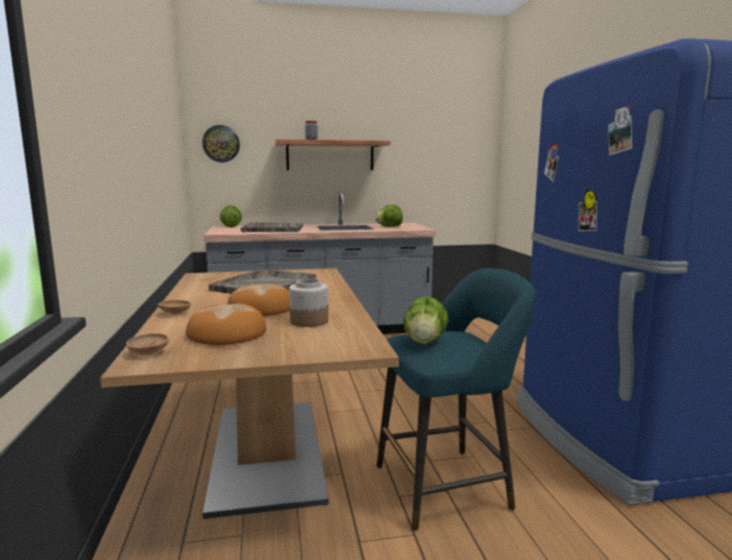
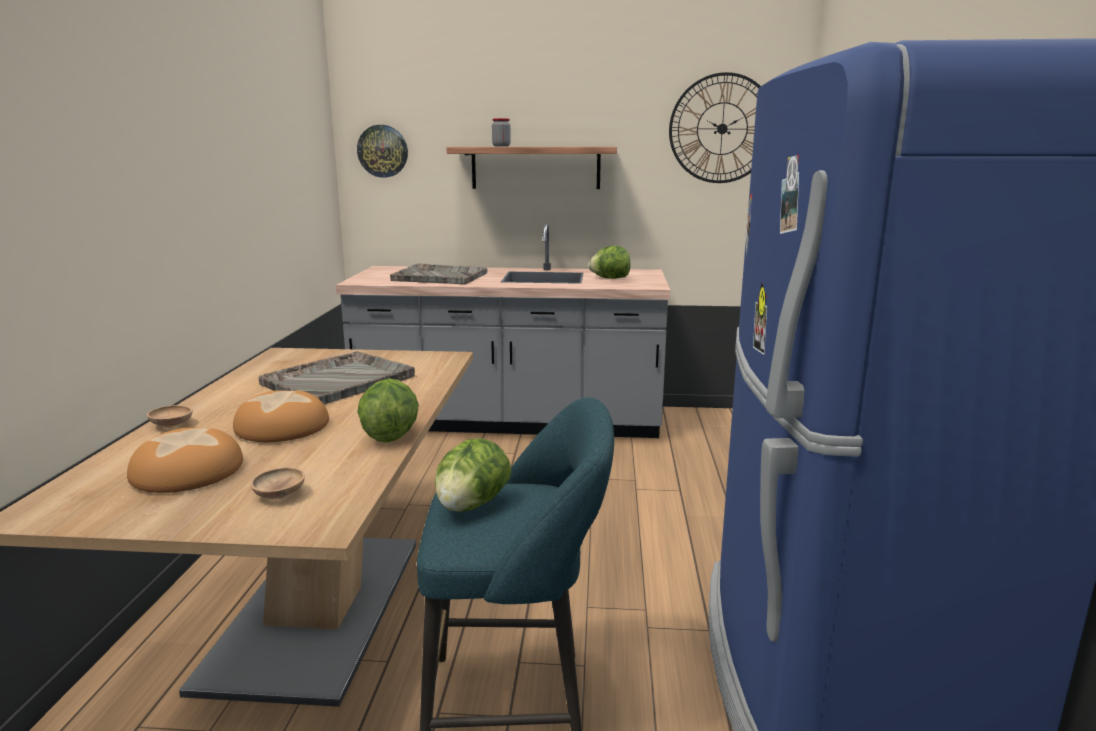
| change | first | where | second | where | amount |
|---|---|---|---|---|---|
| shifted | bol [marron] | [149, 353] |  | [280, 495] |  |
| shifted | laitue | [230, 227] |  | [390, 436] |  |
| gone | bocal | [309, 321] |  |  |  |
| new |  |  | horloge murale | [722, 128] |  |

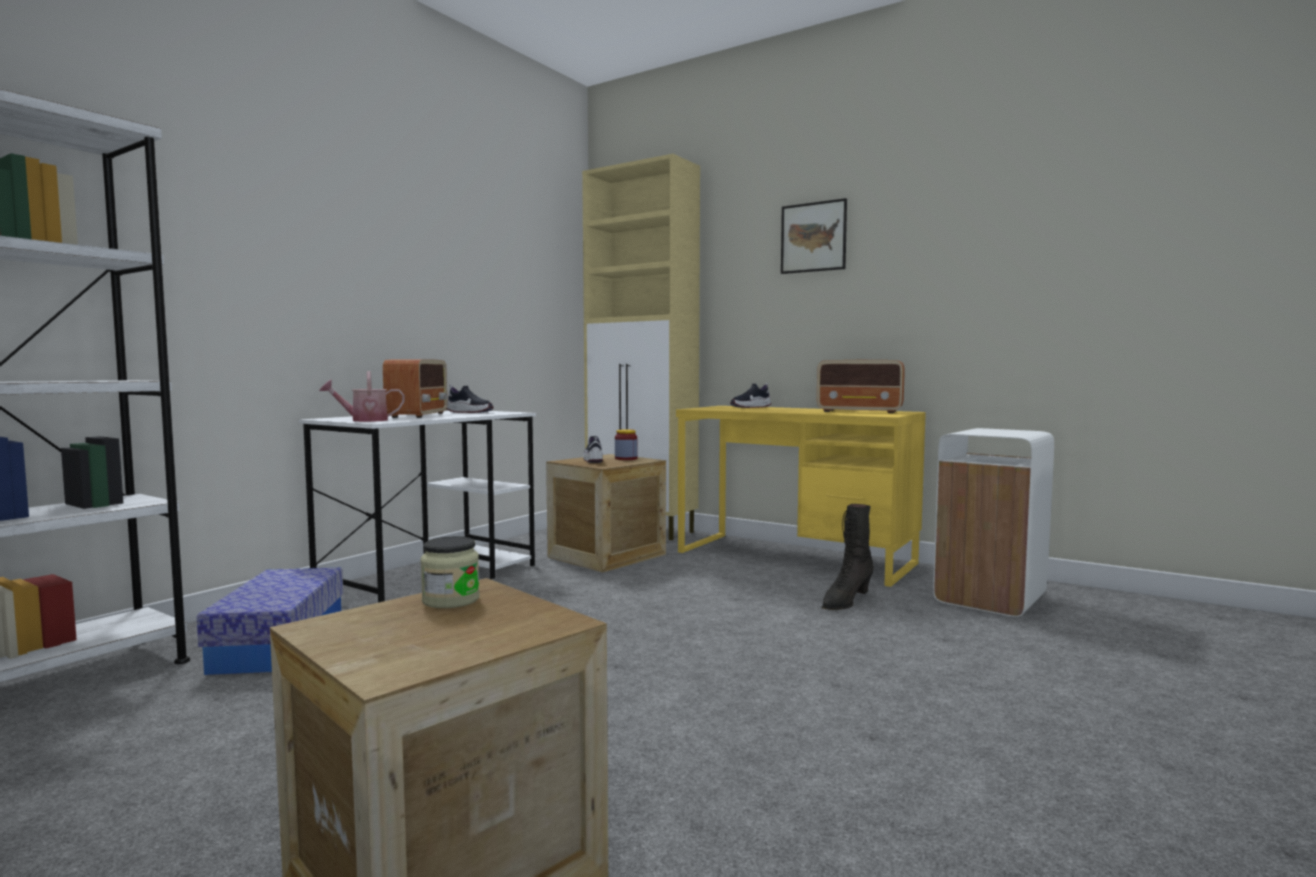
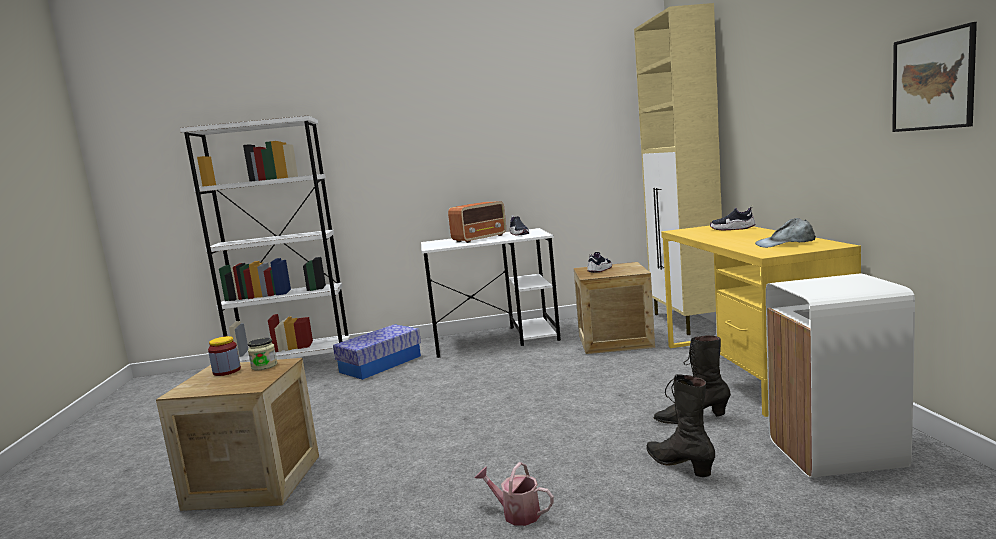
| change | first | where | second | where | amount |
|---|---|---|---|---|---|
| shifted | arrosoir | [364, 420] |  | [516, 513] |  |
| shifted | bocal | [626, 459] |  | [227, 371] |  |
| shifted | tableau | [813, 237] |  | [932, 81] |  |
| swapped | radio | [860, 411] | casquette [gris] | [785, 243] |  |
| new |  |  | botte [noir] | [679, 465] |  |

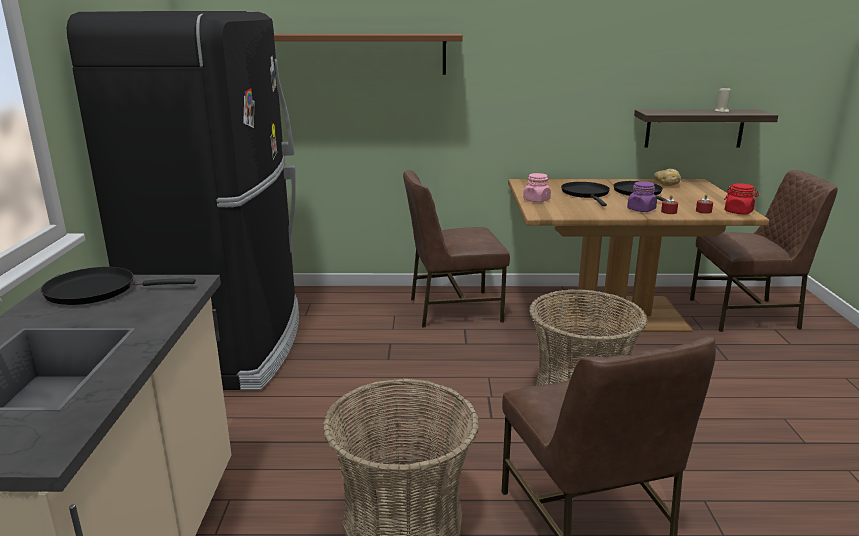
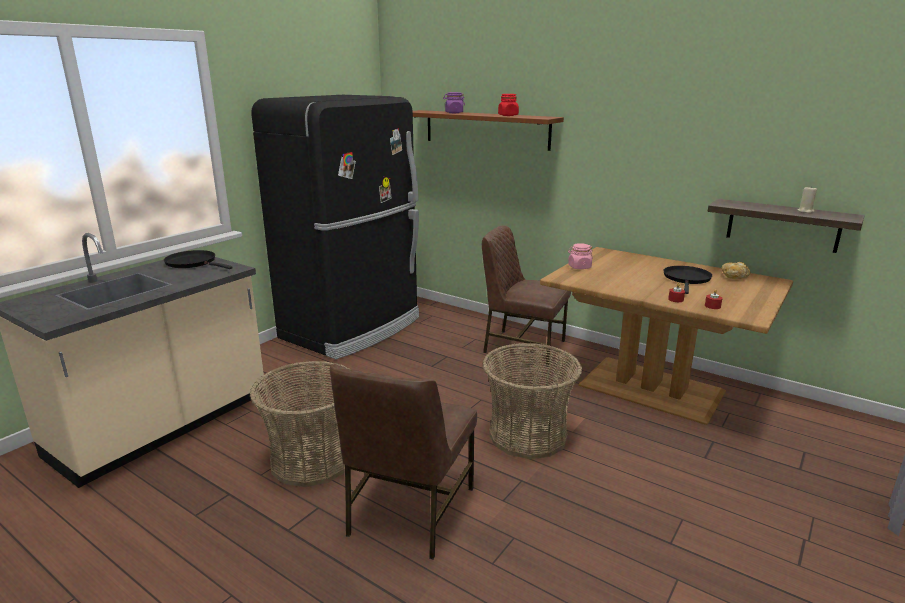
| change | first | where | second | where | amount |
|---|---|---|---|---|---|
| gone | poêle [noir] | [586, 194] |  |  |  |
| shifted | bocal [violet] | [641, 210] |  | [454, 113] |  |
| gone | chaise [marron] | [746, 314] |  |  |  |
| shifted | bocal [rouge] | [738, 212] |  | [508, 115] |  |

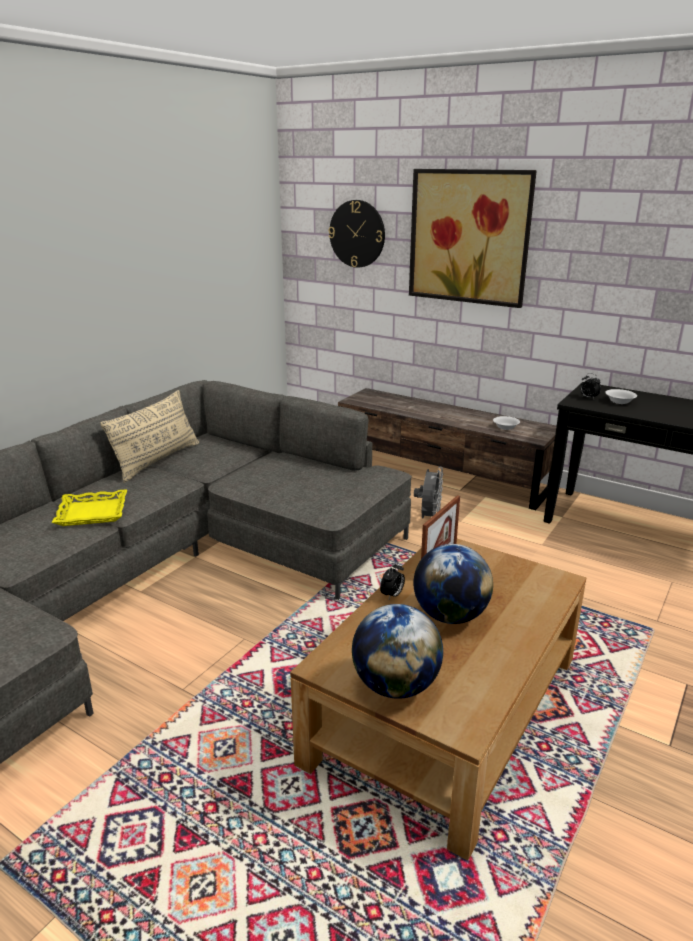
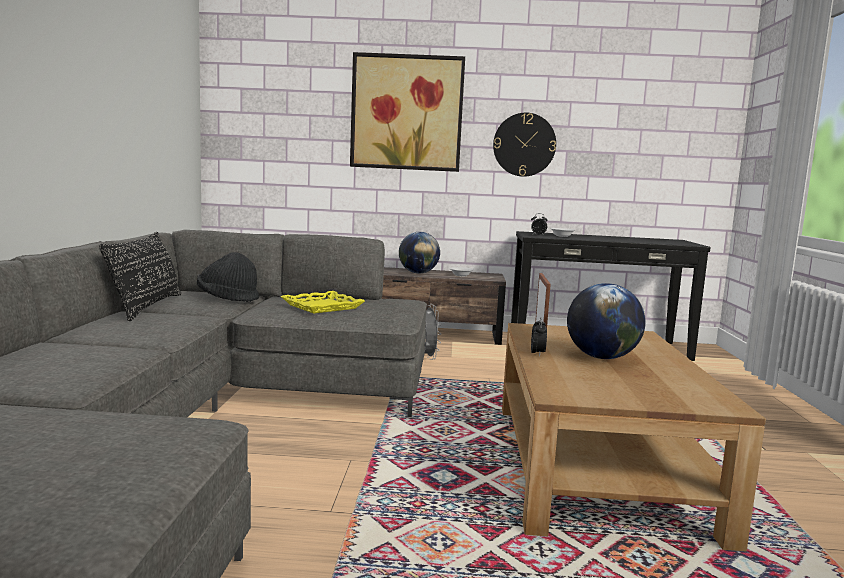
| change | first | where | second | where | amount |
|---|---|---|---|---|---|
| shifted | plateau [jaune] | [92, 513] |  | [322, 307] |  |
| repainted | coussin [beige] | [157, 460] | coussin [noir] | [147, 306] |  |
| shifted | horloge murale | [357, 234] |  | [524, 144] |  |
| shifted | globe | [395, 686] |  | [418, 273] |  |
| new |  |  | chapeau [noir] | [227, 299] |  |

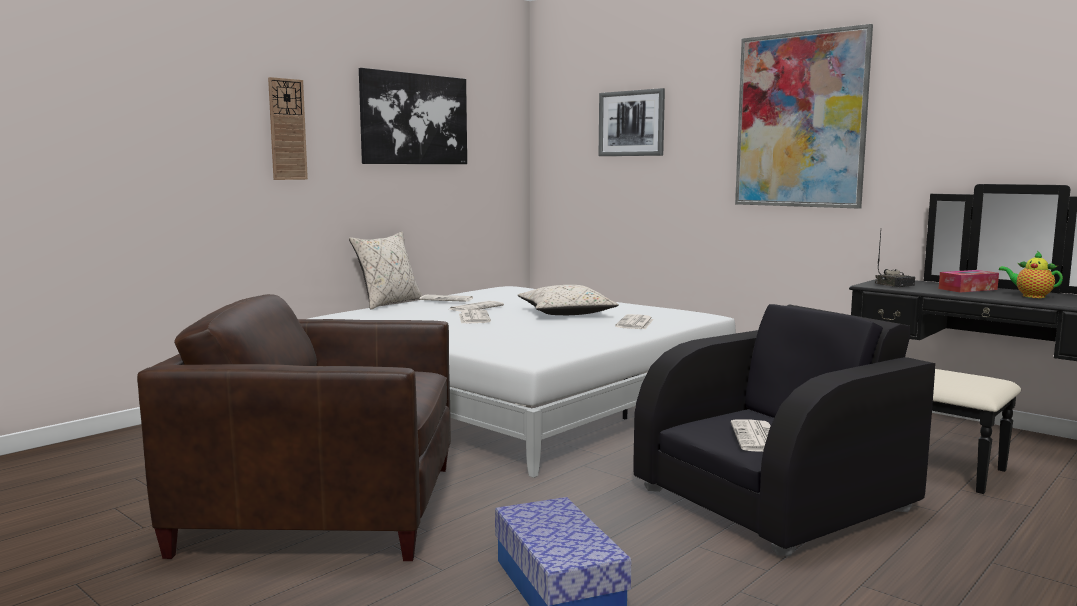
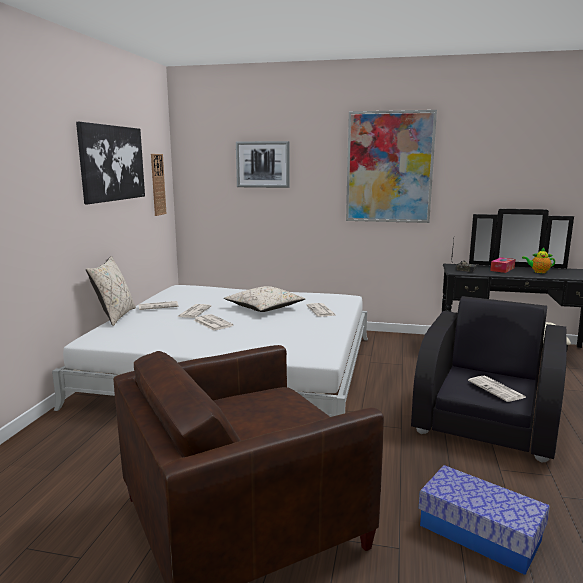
| change | first | where | second | where | amount |
|---|---|---|---|---|---|
| shifted | horloge murale | [287, 129] |  | [158, 184] |  |

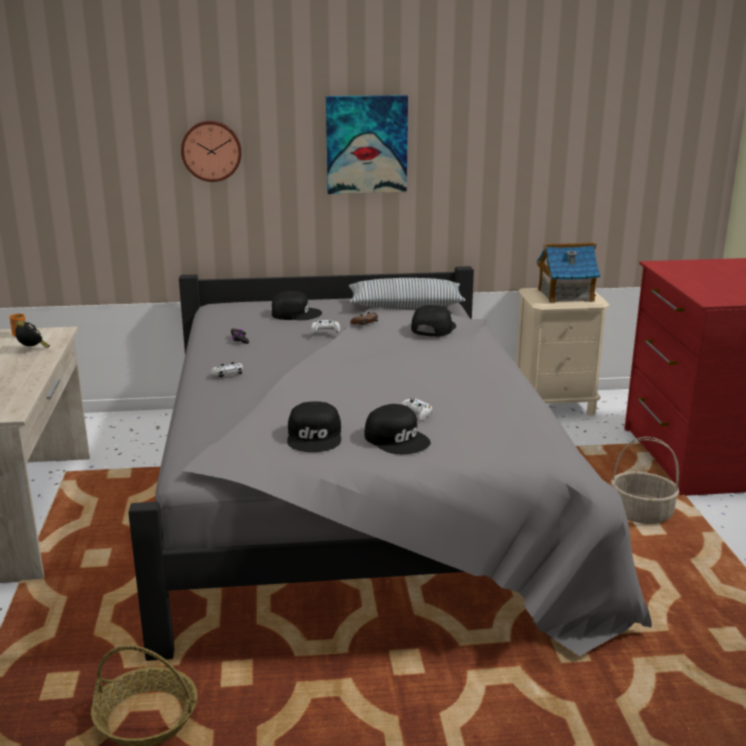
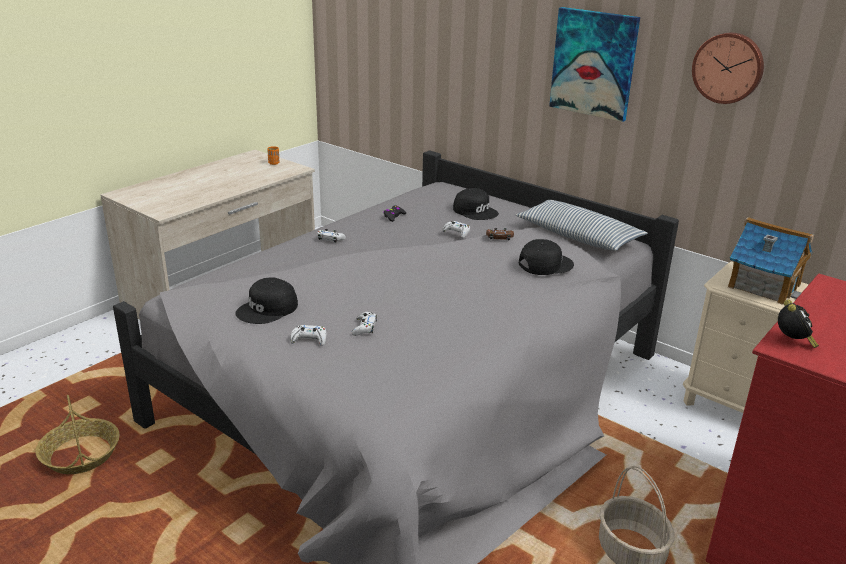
| change | first | where | second | where | amount |
|---|---|---|---|---|---|
| shifted | réveil | [32, 350] |  | [792, 342] |  |
| shifted | horloge murale | [211, 150] |  | [728, 67] |  |
| swapped | casquette [noir] | [397, 438] | manette [blanc] | [309, 339] |  |

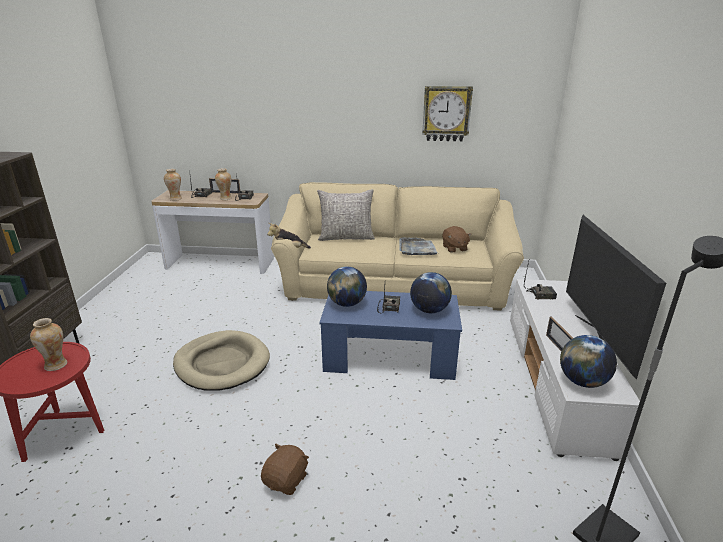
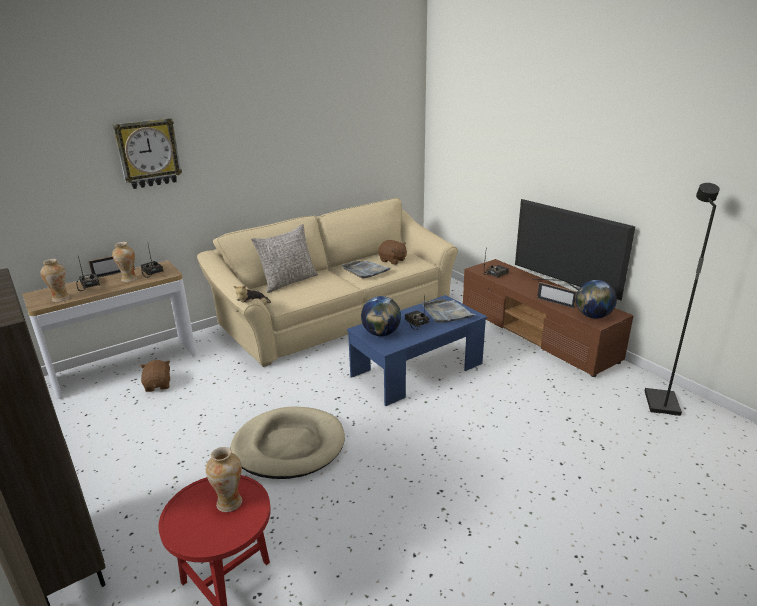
| change | first | where | second | where | amount |
|---|---|---|---|---|---|
| shifted | peluche [marron] | [286, 480] |  | [158, 385] |  |
| swapped | globe | [429, 310] | plateau [gris] | [446, 312] |  |
| shifted | horloge murale | [446, 113] |  | [148, 153] |  |
| repainted | meuble télé [blanc] | [556, 381] | meuble télé [marron] | [537, 334] |  |

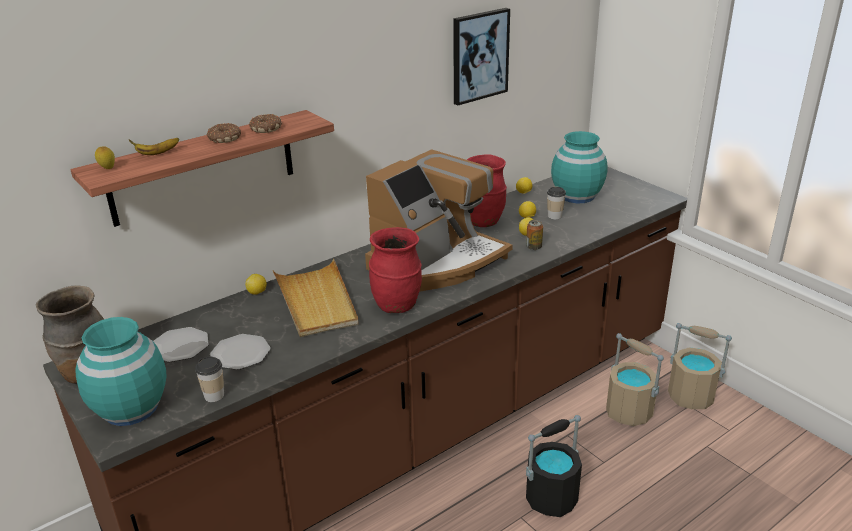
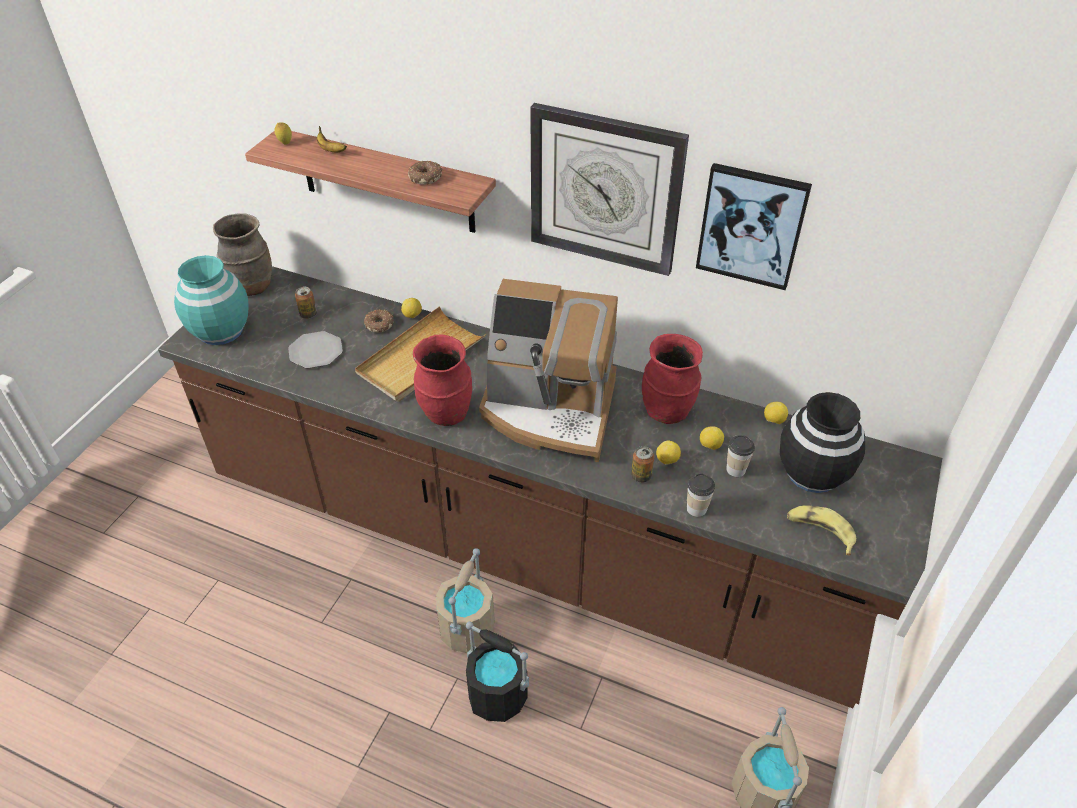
| change | first | where | second | where | amount |
|---|---|---|---|---|---|
| swapped | assiette | [180, 347] | boîte métallique | [308, 314] |  |
| shifted | tasse | [214, 395] |  | [696, 509] |  |
| shifted | beignet | [224, 138] |  | [379, 324] |  |
| repainted | vase [turquoise] | [577, 196] | vase [noir] | [812, 473] |  |
| shifted | seau [beige] | [629, 412] |  | [467, 629] |  |
| new |  |  | horloge murale | [605, 189] |  |
| new |  |  | banane | [819, 532] |  |

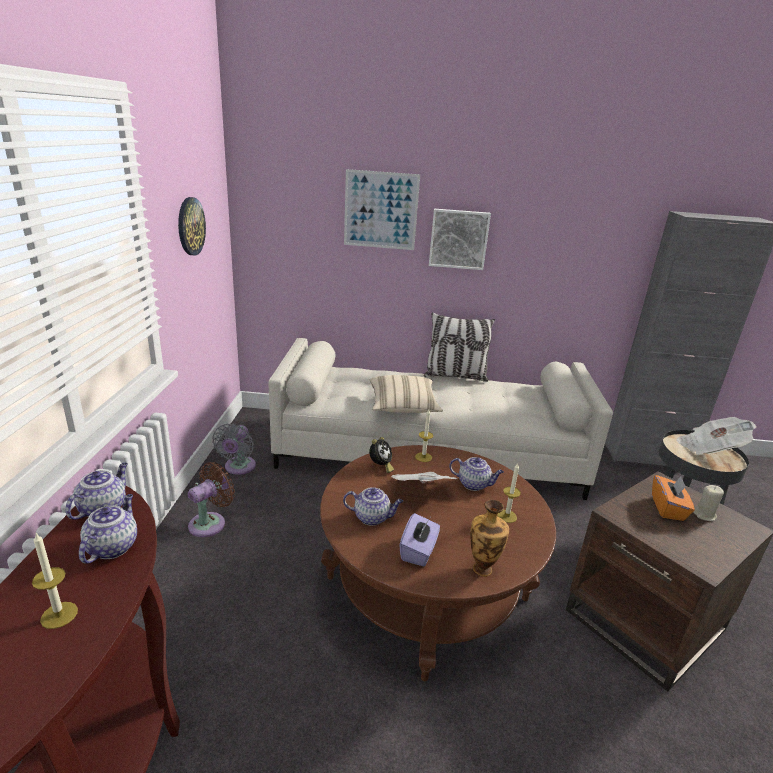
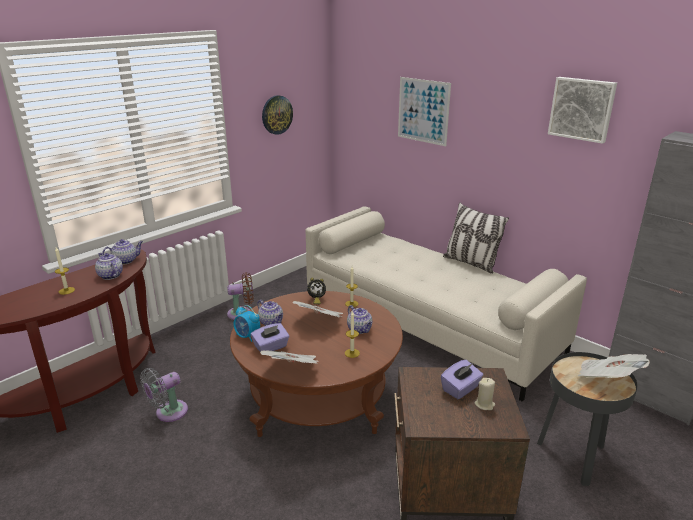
| change | first | where | second | where | amount |
|---|---|---|---|---|---|
| rotated | théière | [112, 546] |  | [110, 275] | 90 degrees counterclockwise |
| shifted | ventilateur [gris] | [238, 468] |  | [168, 413] |  |
| gone | coussin [beige] | [403, 407] |  |  |  |
| shifted | tableau | [458, 239] |  | [582, 109] |  |
| swapped | vase | [482, 568] | journal | [293, 369] |  |
| repainted | boîte à mouchoirs [orange] | [668, 508] | boîte à mouchoirs [violet] | [460, 389] |  |
| new |  |  | réveil | [247, 336] |  |

